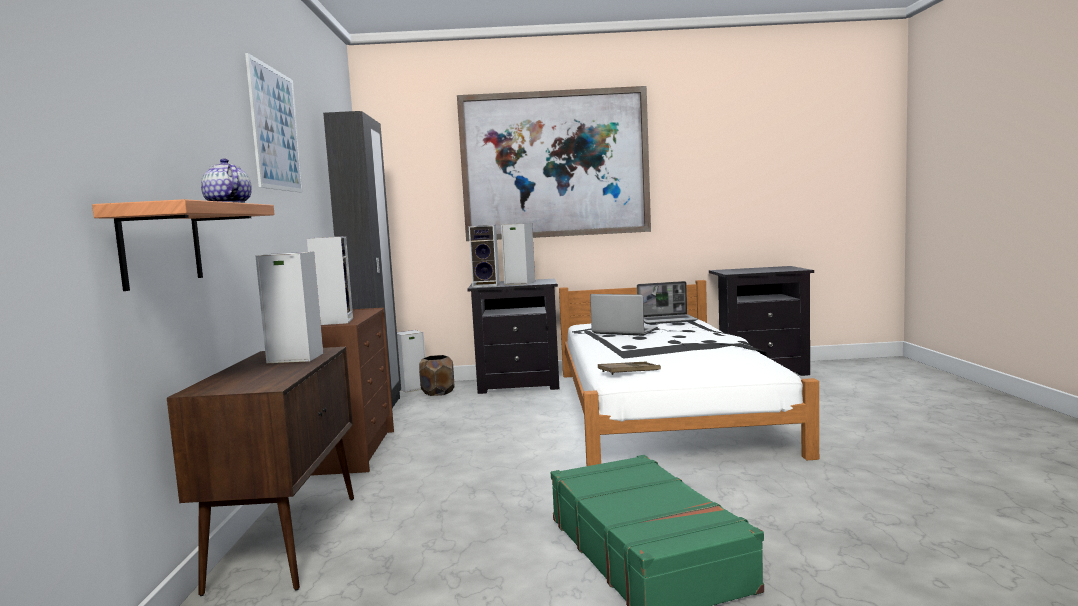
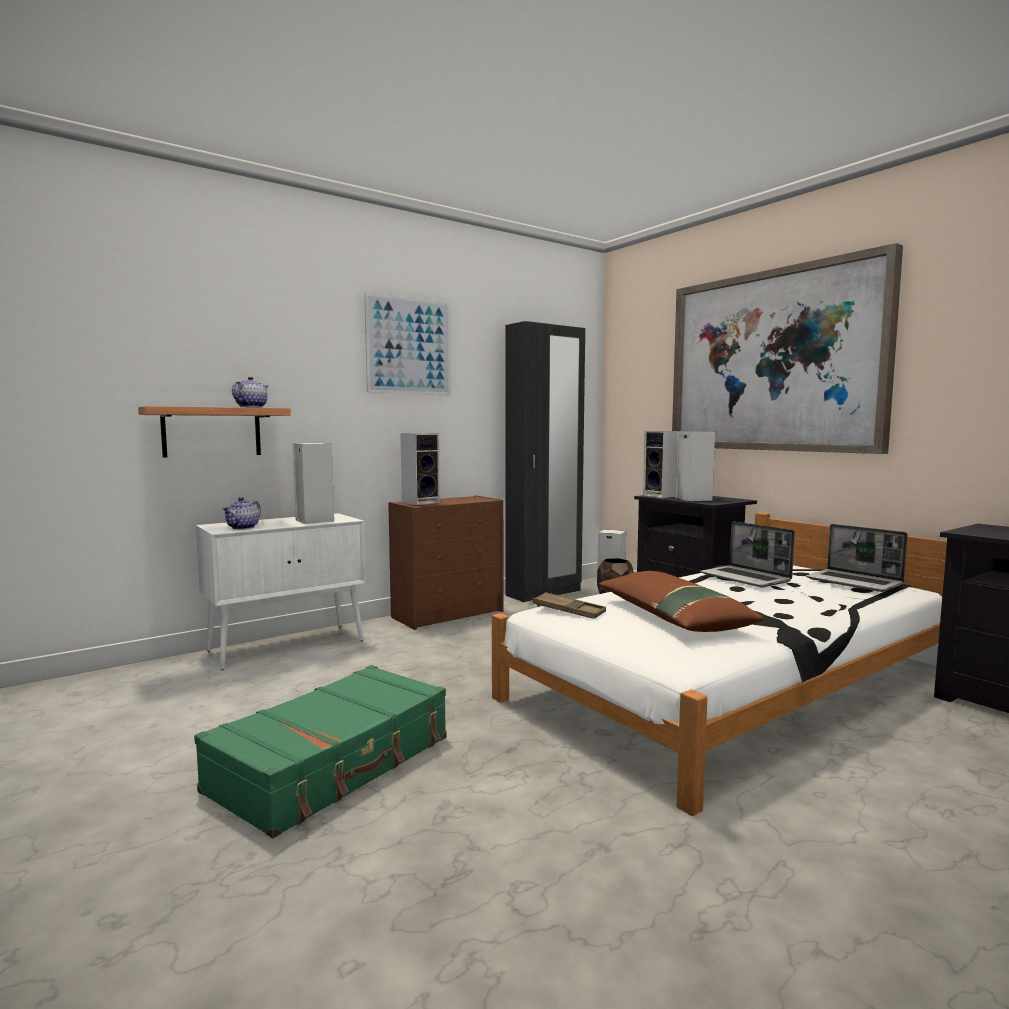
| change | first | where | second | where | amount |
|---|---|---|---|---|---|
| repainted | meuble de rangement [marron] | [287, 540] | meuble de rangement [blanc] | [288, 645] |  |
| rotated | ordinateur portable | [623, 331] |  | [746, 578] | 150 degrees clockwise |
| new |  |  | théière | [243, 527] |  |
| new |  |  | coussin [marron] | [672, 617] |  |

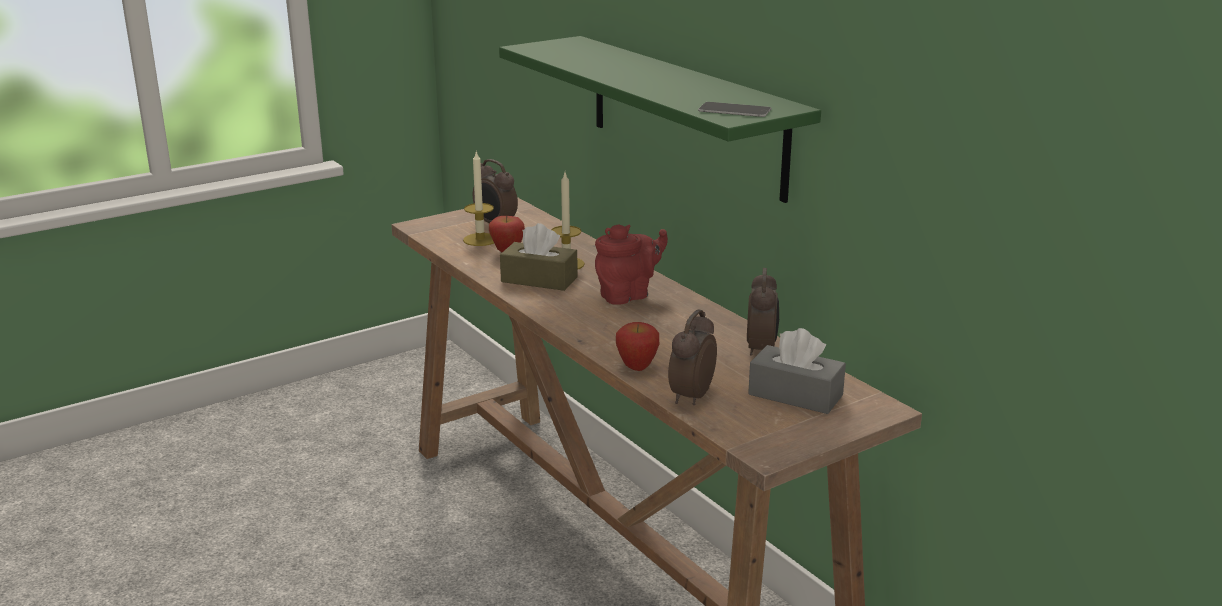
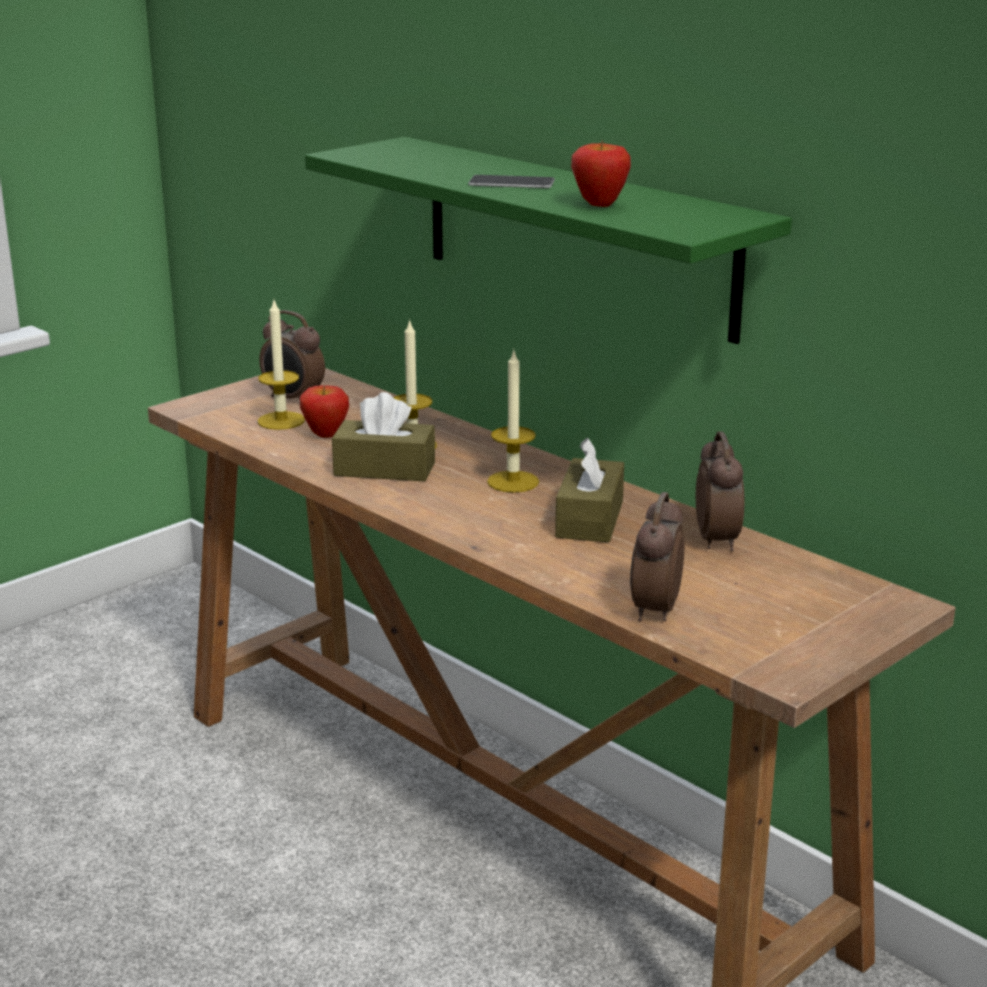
| change | first | where | second | where | amount |
|---|---|---|---|---|---|
| swapped | théière [rouge] | [628, 295] | bougie | [513, 482] |  |
| shifted | pomme | [637, 368] |  | [599, 205] |  |
| shifted | téléphone | [734, 110] |  | [511, 182] |  |
| gone | boîte à mouchoirs [gris] | [795, 395] |  |  |  |
| new |  |  | boîte à mouchoirs [marron] | [589, 519] |  |

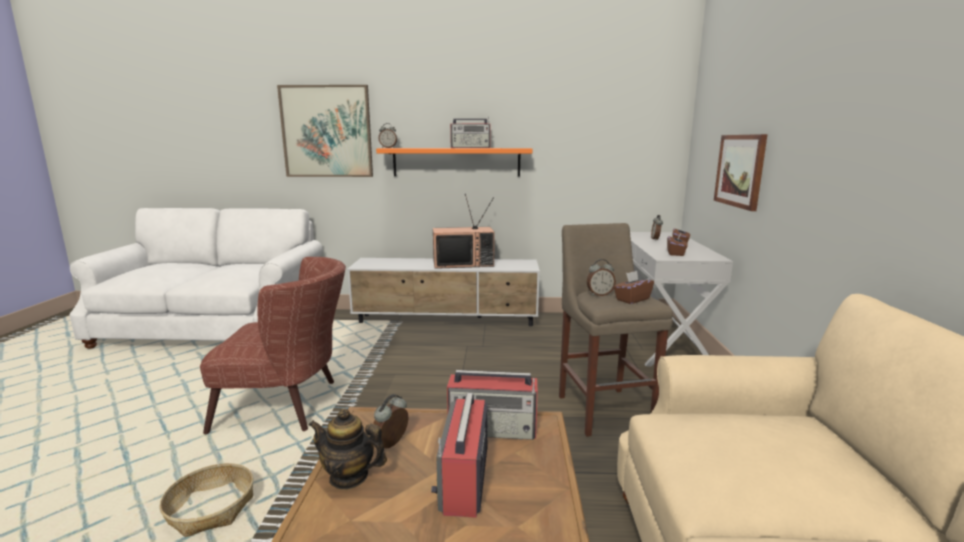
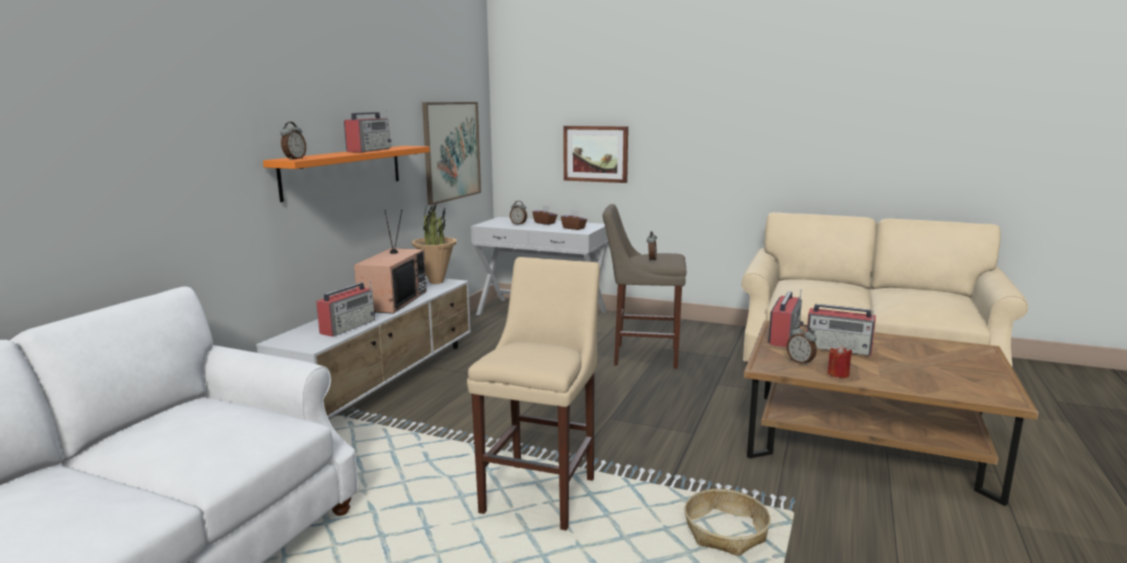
| change | first | where | second | where | amount |
|---|---|---|---|---|---|
| swapped | fauteuil [marron] | [290, 406] | tabouret [beige] | [542, 492] |  |
| shifted | tableau | [327, 131] |  | [451, 151] |  |
| swapped | théière | [349, 477] | bougie [rouge] | [838, 374] |  |
| gone | boîte à mouchoirs [marron] | [632, 299] |  |  |  |
| new |  |  | radio | [348, 326] |  |
| new |  |  | plante en pot | [436, 282] |  |

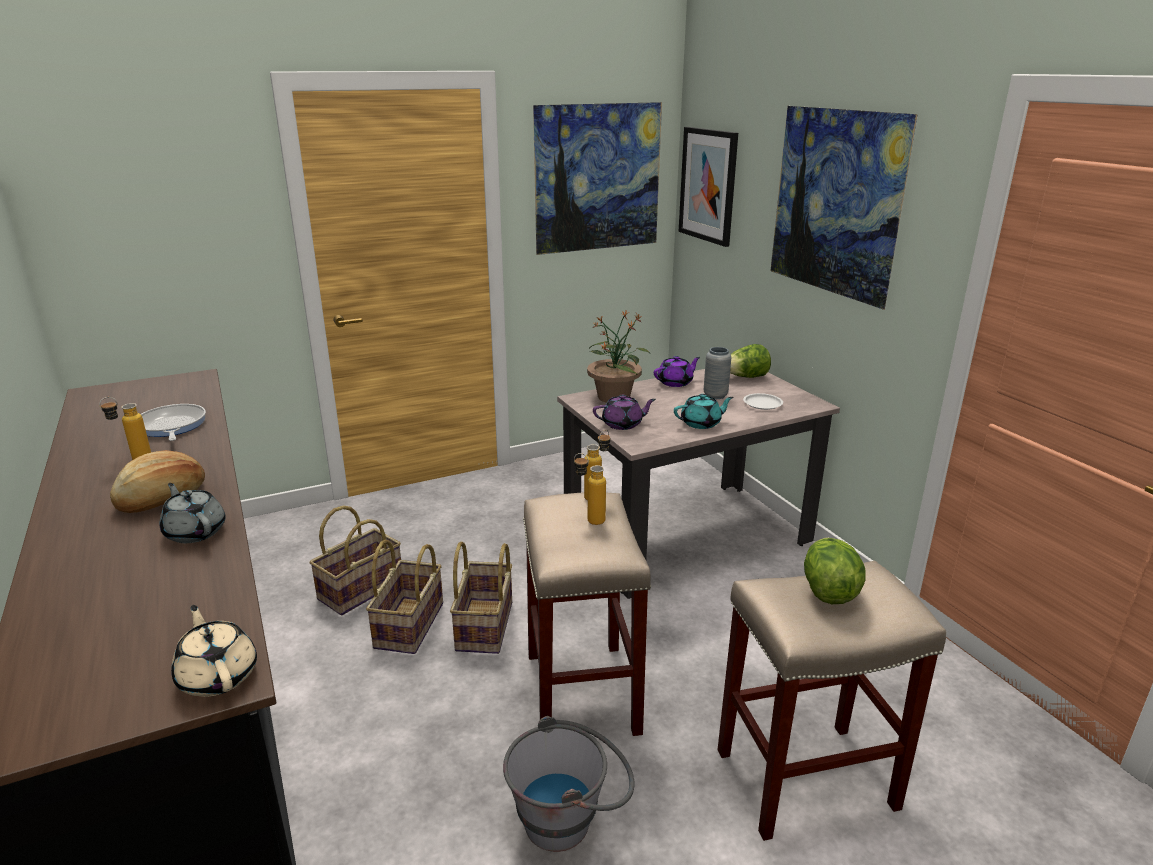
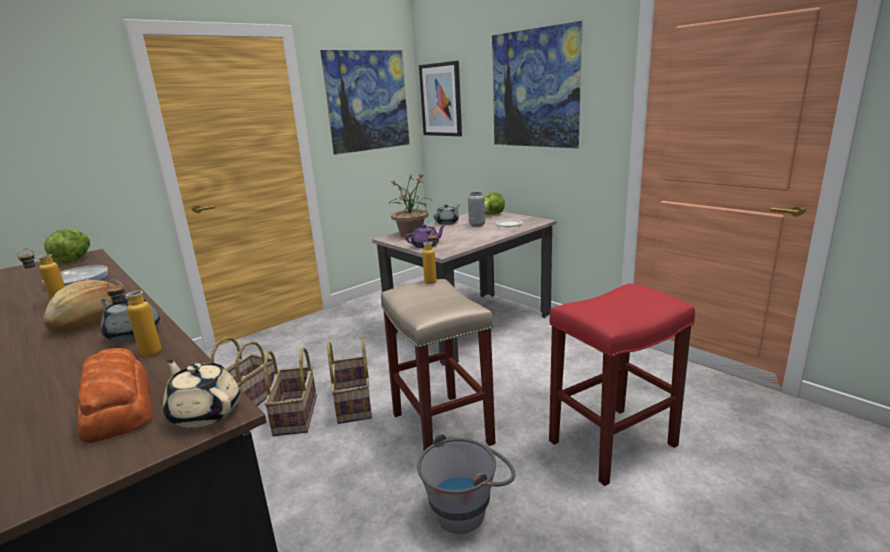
| change | first | where | second | where | amount |
|---|---|---|---|---|---|
| shifted | bouteille | [589, 519] |  | [143, 353] |  |
| repainted | théière [violet] | [675, 382] | théière [gris] | [447, 222] |  |
| gone | théière [turquoise] | [701, 423] |  |  |  |
| repainted | tabouret [beige] | [804, 780] | tabouret [rouge] | [611, 444] |  |
| shifted | laitue | [828, 590] |  | [74, 260] |  |
| new |  |  | pain | [118, 406] |  |

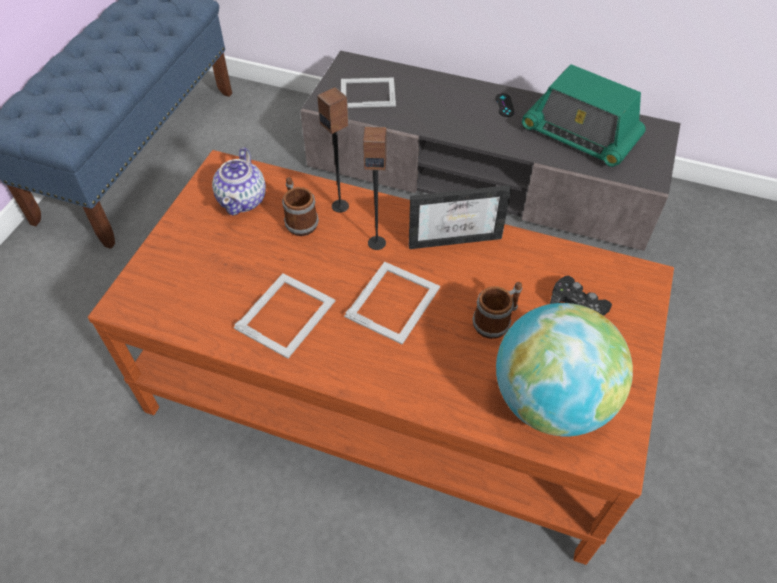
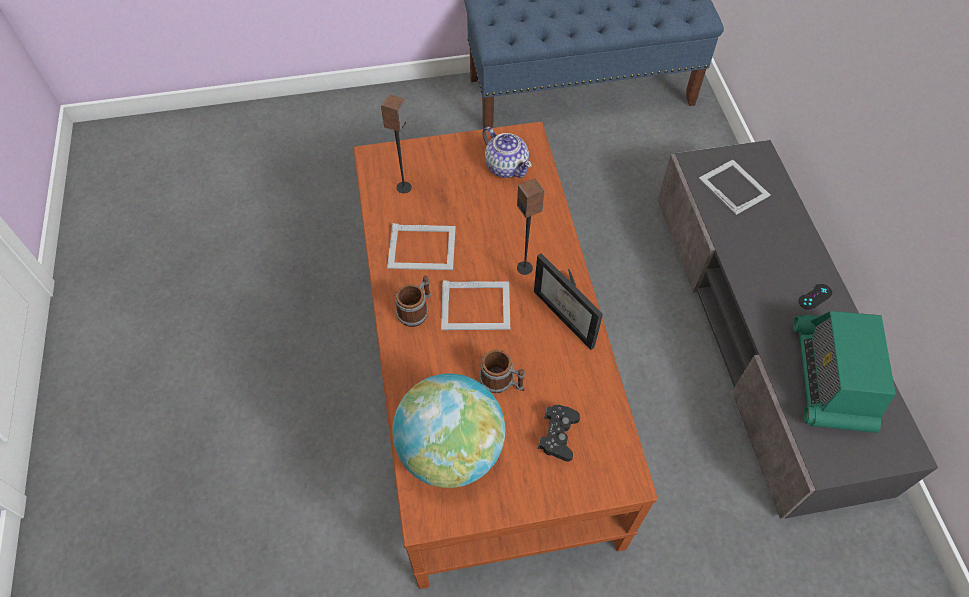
| change | first | where | second | where | amount |
|---|---|---|---|---|---|
| rotated | théière | [243, 200] |  | [506, 166] | 105 degrees counterclockwise |
| shifted | mug | [299, 220] |  | [416, 310] |  |
| shifted | enceinte | [340, 206] |  | [404, 187] |  |

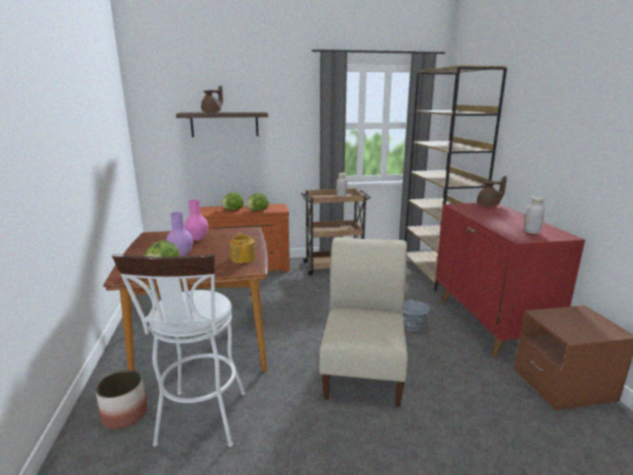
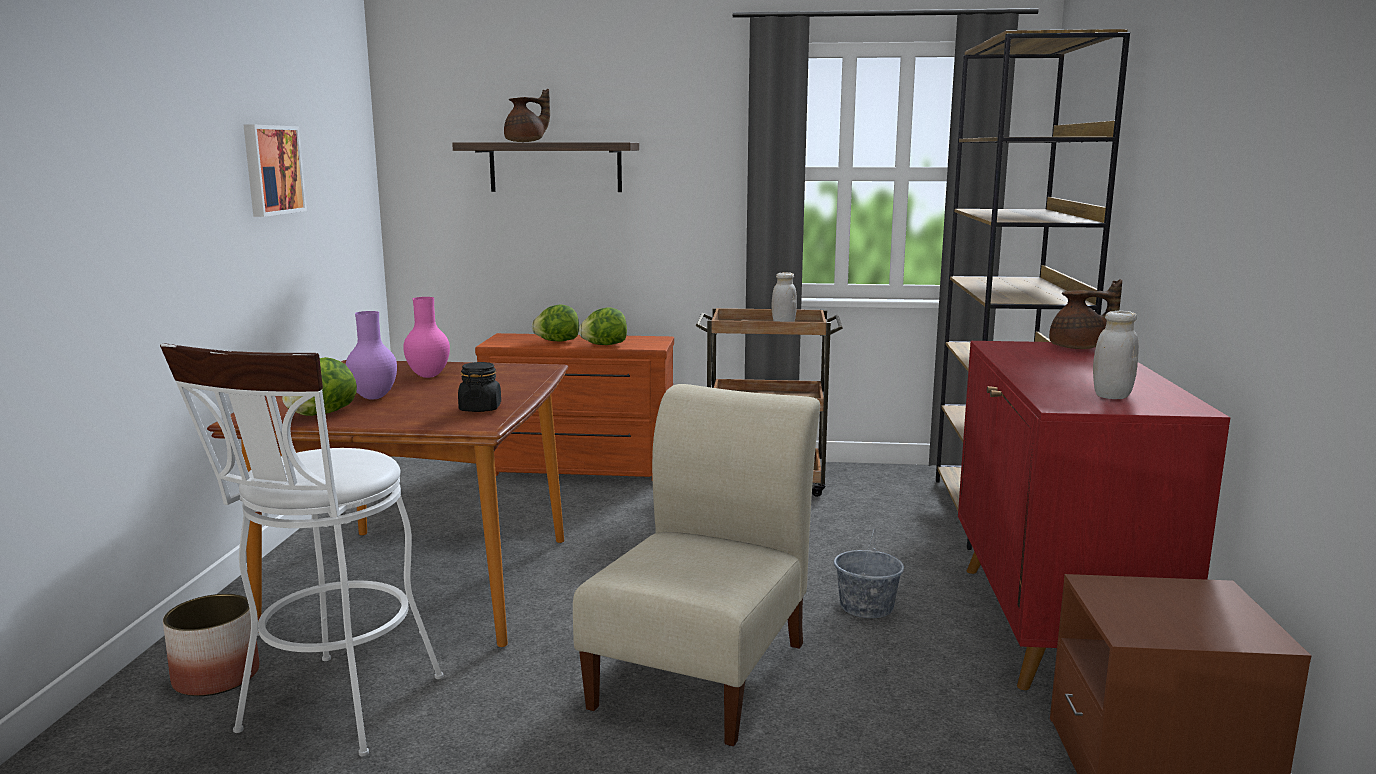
| change | first | where | second | where | amount |
|---|---|---|---|---|---|
| swapped | théière | [243, 258] | bocal [noir] | [480, 408] |  |
| new |  |  | tableau | [271, 170] |  |

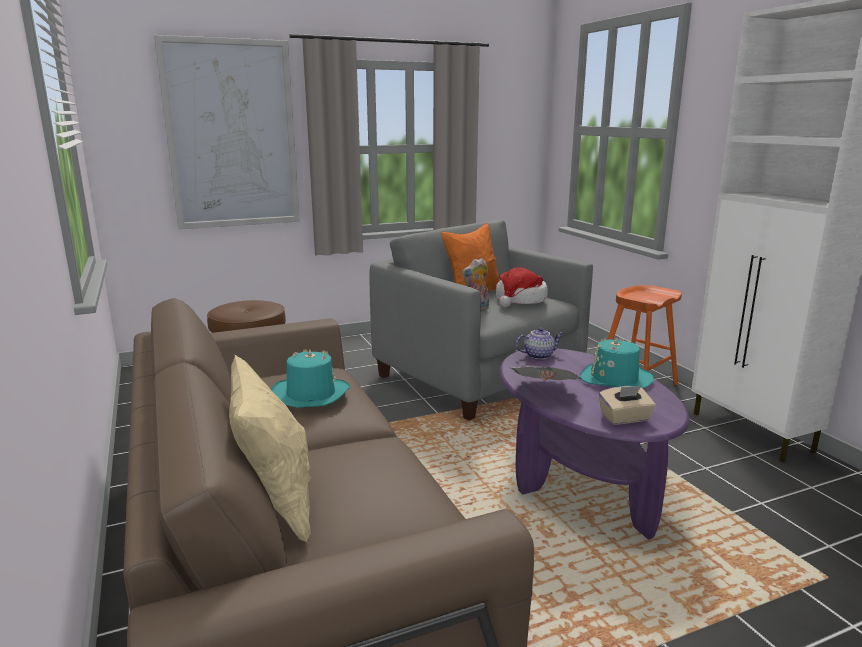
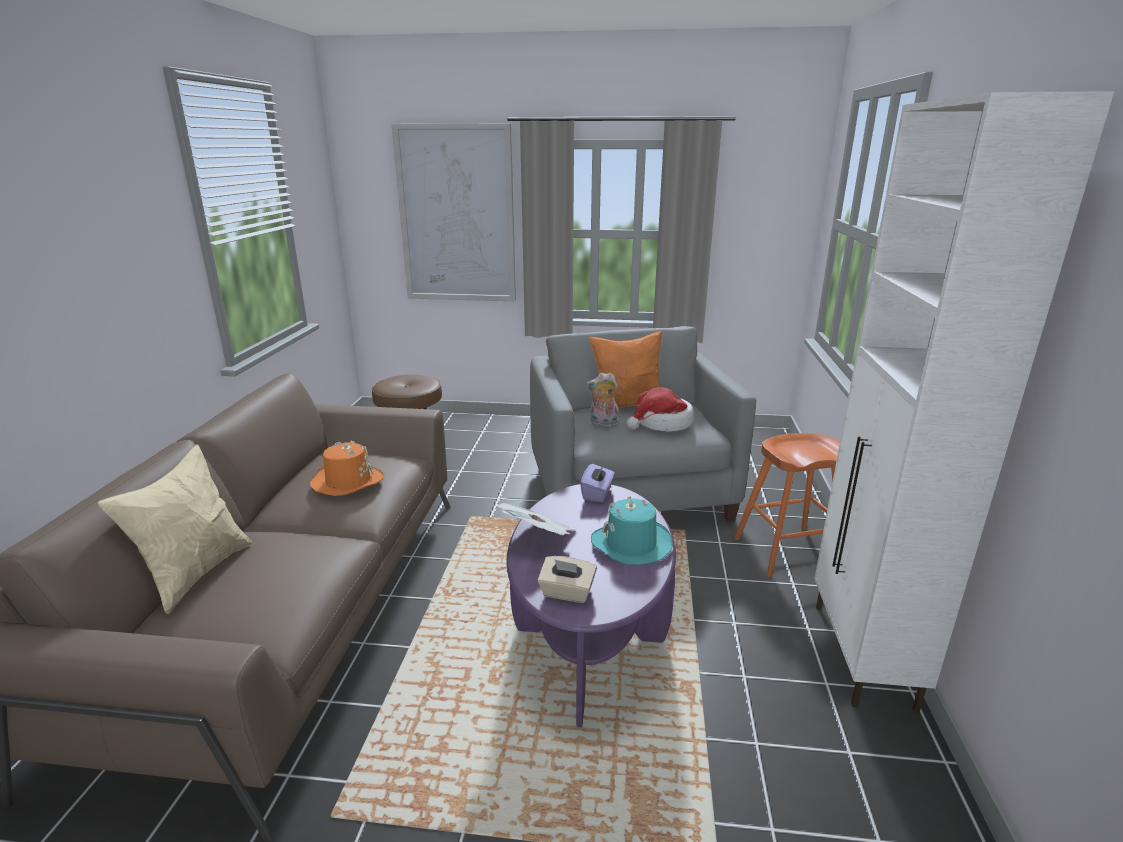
| change | first | where | second | where | amount |
|---|---|---|---|---|---|
| repainted | chapeau [turquoise] | [310, 394] | chapeau [orange] | [347, 481] |  |
| swapped | théière | [538, 355] | boîte à mouchoirs [violet] | [597, 493] |  |

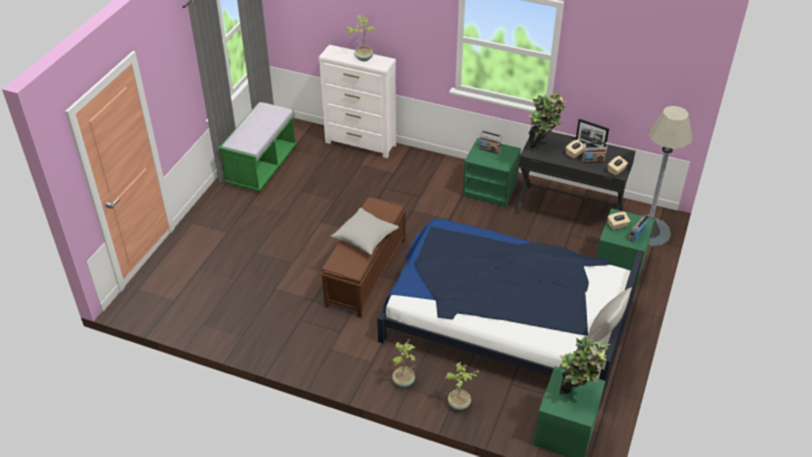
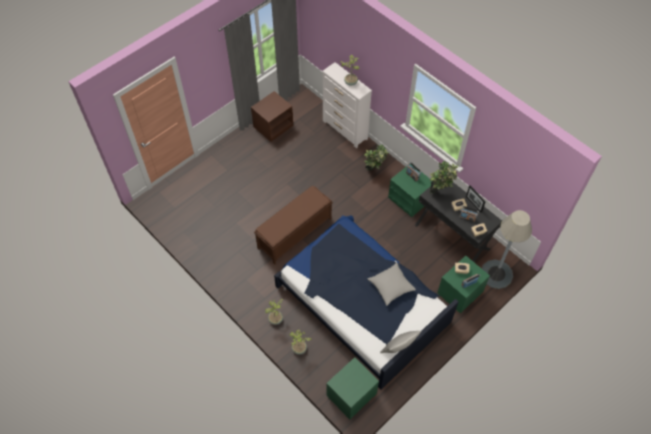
| change | first | where | second | where | amount |
|---|---|---|---|---|---|
| swapped | banc [vert] | [262, 166] | table de chevet [marron] | [273, 126] |  |
| shifted | coussin [gris] | [365, 237] |  | [391, 286] |  |
| shifted | plante en pot | [577, 393] |  | [374, 172] |  |

